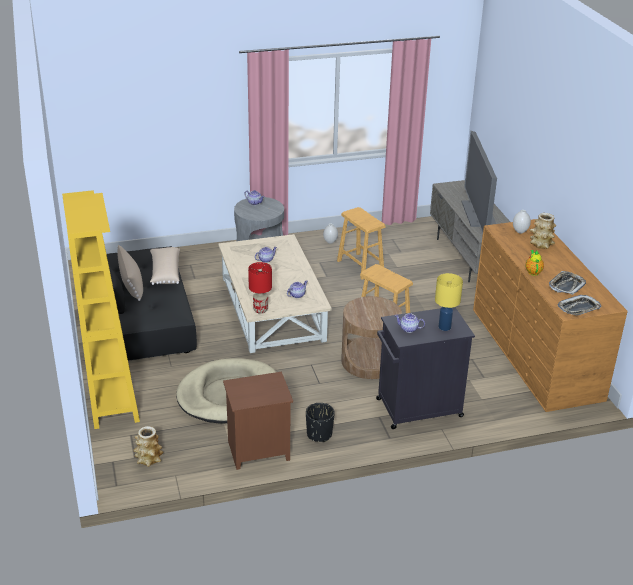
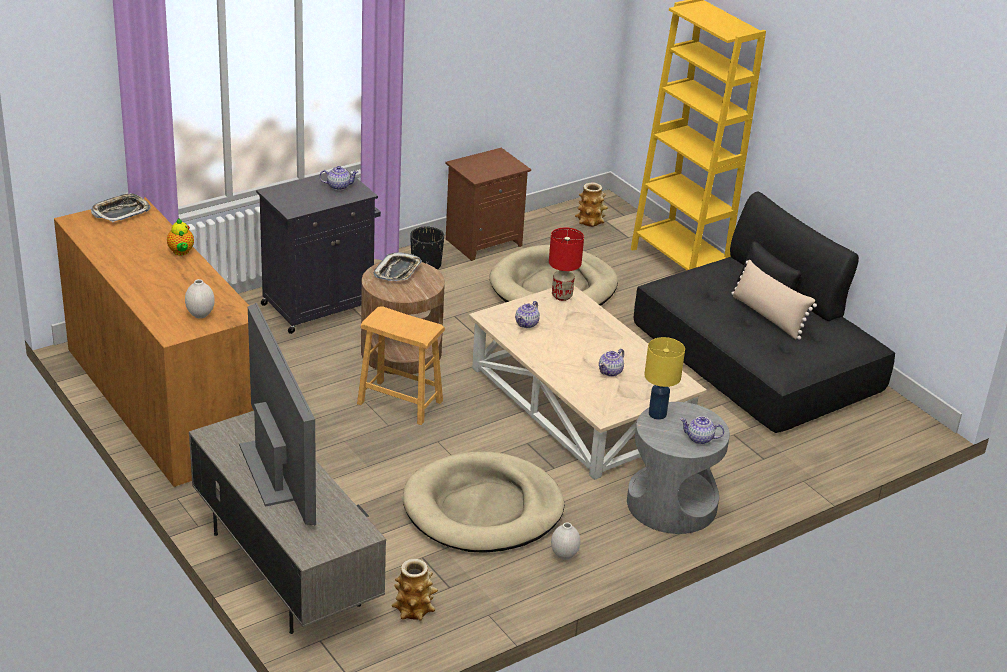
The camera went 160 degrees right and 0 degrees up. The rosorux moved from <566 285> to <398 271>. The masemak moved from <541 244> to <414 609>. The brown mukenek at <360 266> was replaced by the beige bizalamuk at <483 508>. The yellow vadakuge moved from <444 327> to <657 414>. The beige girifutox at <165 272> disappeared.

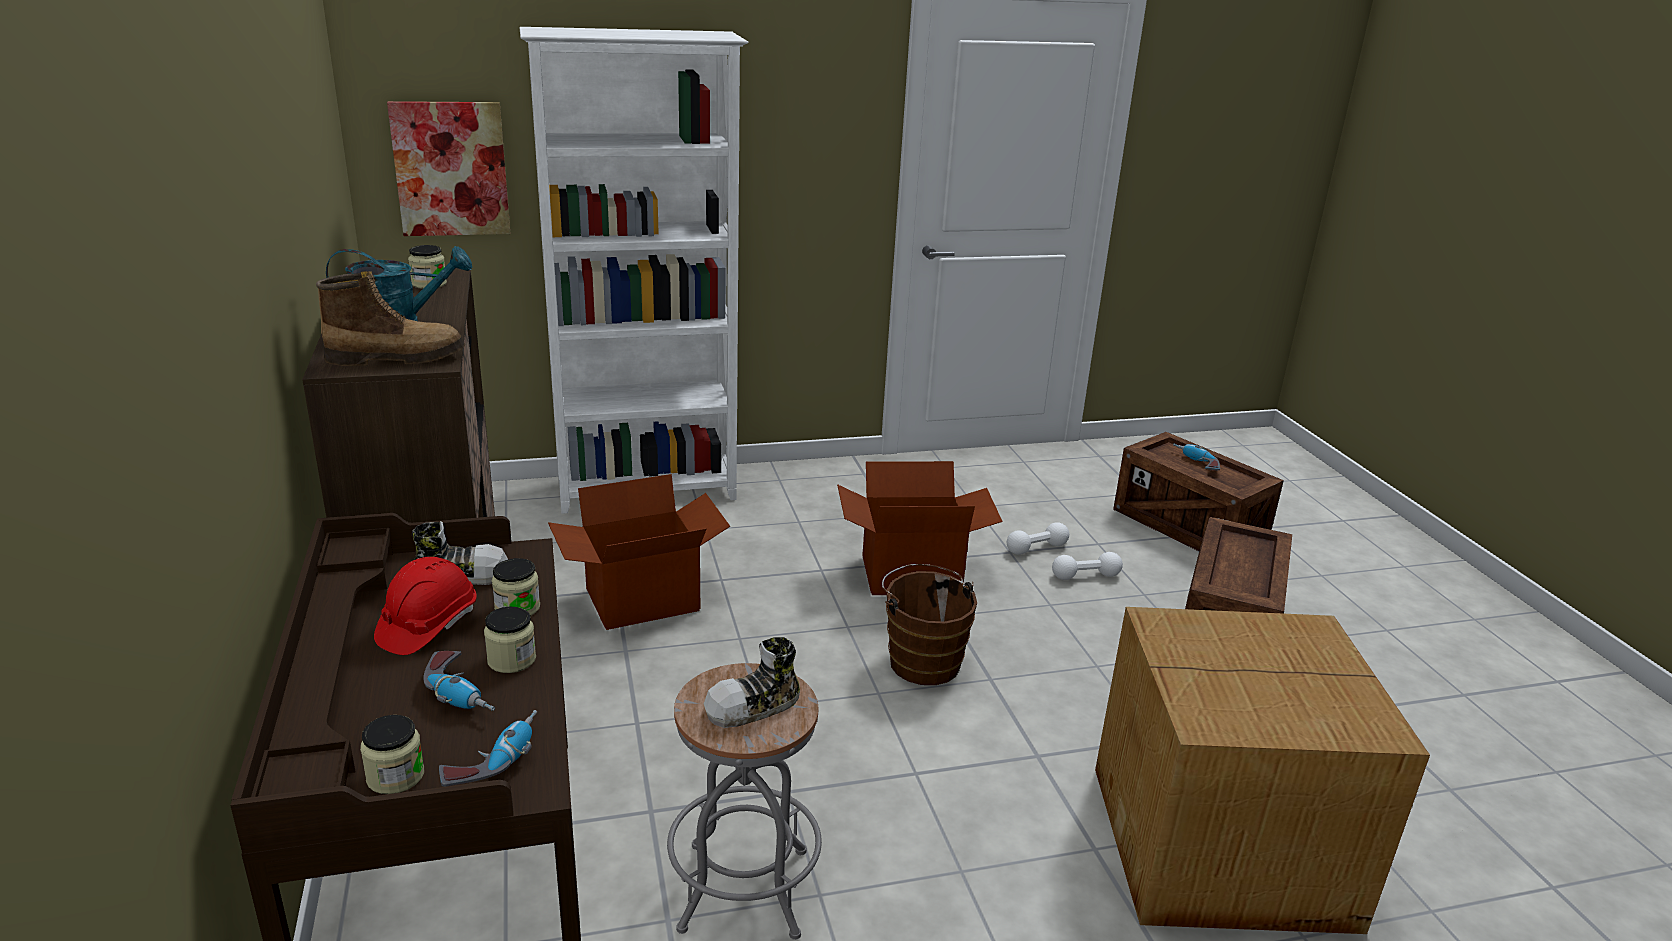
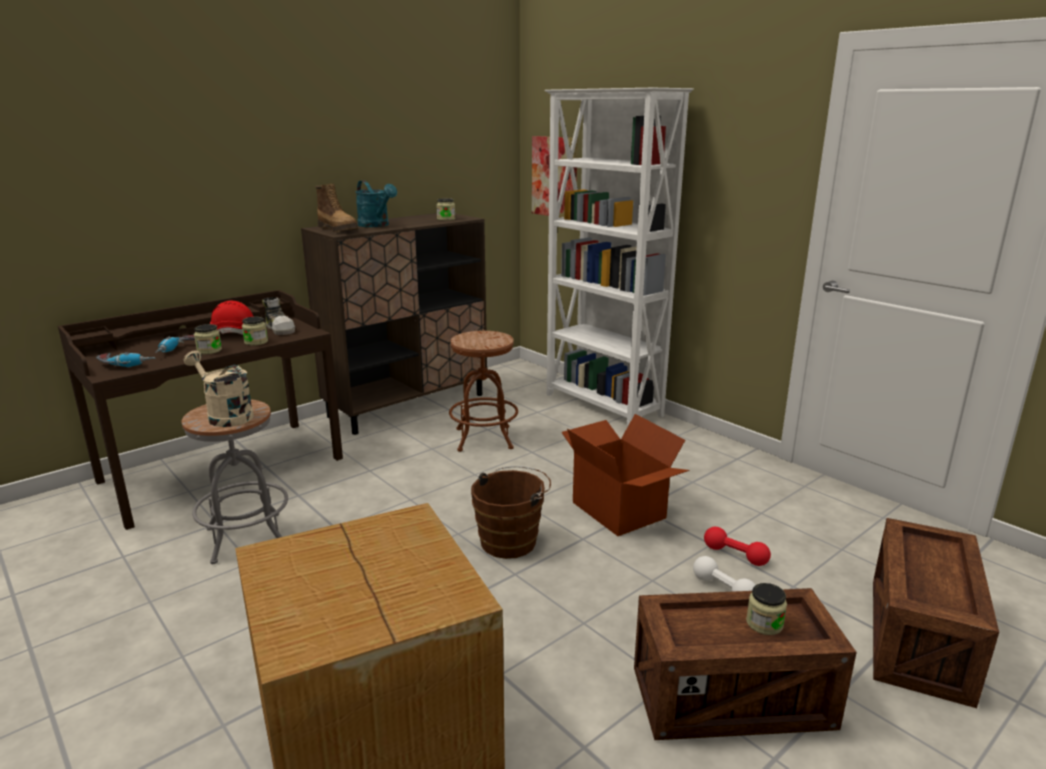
The camera went 65 degrees right and 5 degrees down. The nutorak at <754 706> was replaced by the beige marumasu at <225 415>. The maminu at <643 601> was replaced by the brown mukenek at <484 438>. The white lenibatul at <1036 548> became the red lenibatul at <735 555>. The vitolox moved from <395 776> to <764 623>. The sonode at <1195 463> disappeared.

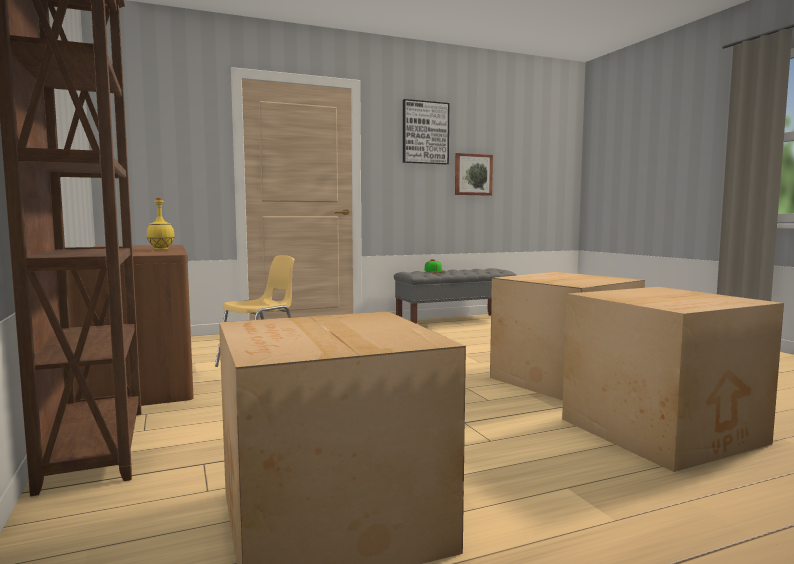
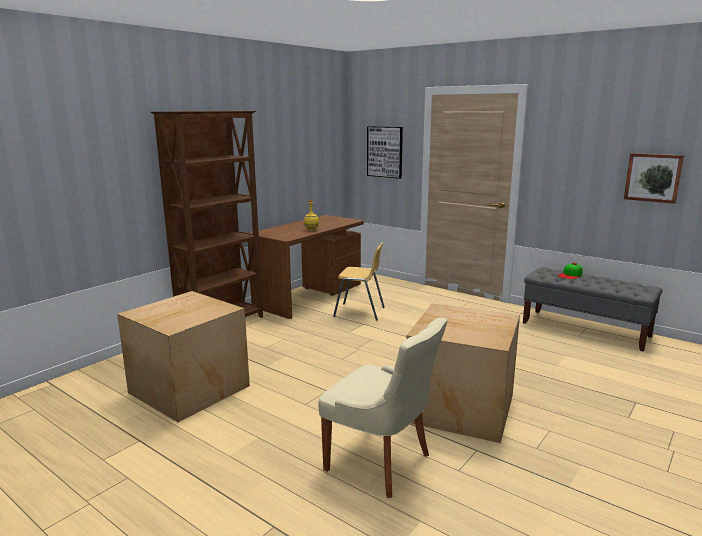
The camera went 60 degrees right and 10 degrees up. The maminu at <664 431> was replaced by the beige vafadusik at <381 463>. The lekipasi moved from <425 132> to <385 152>.

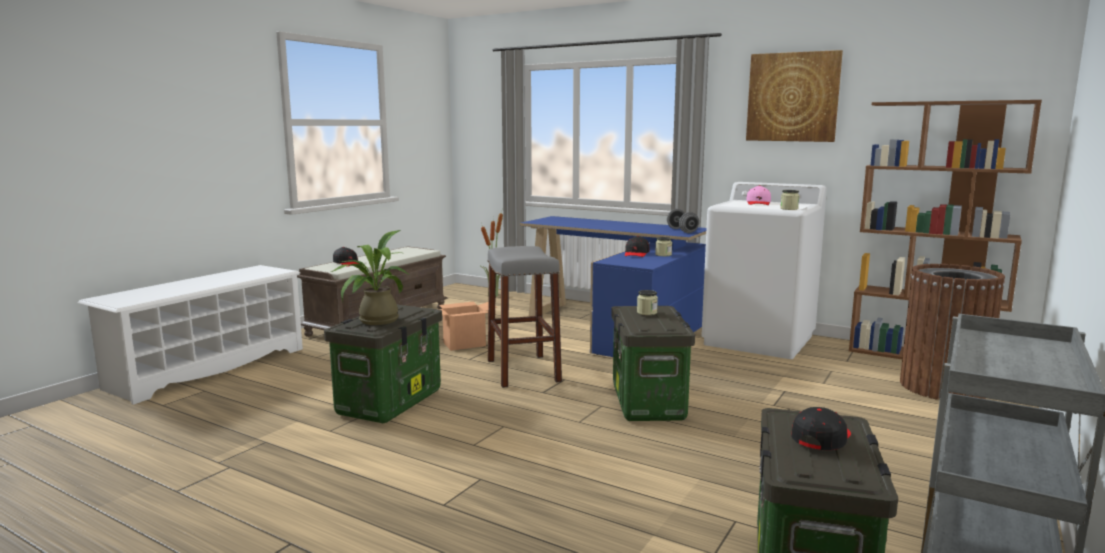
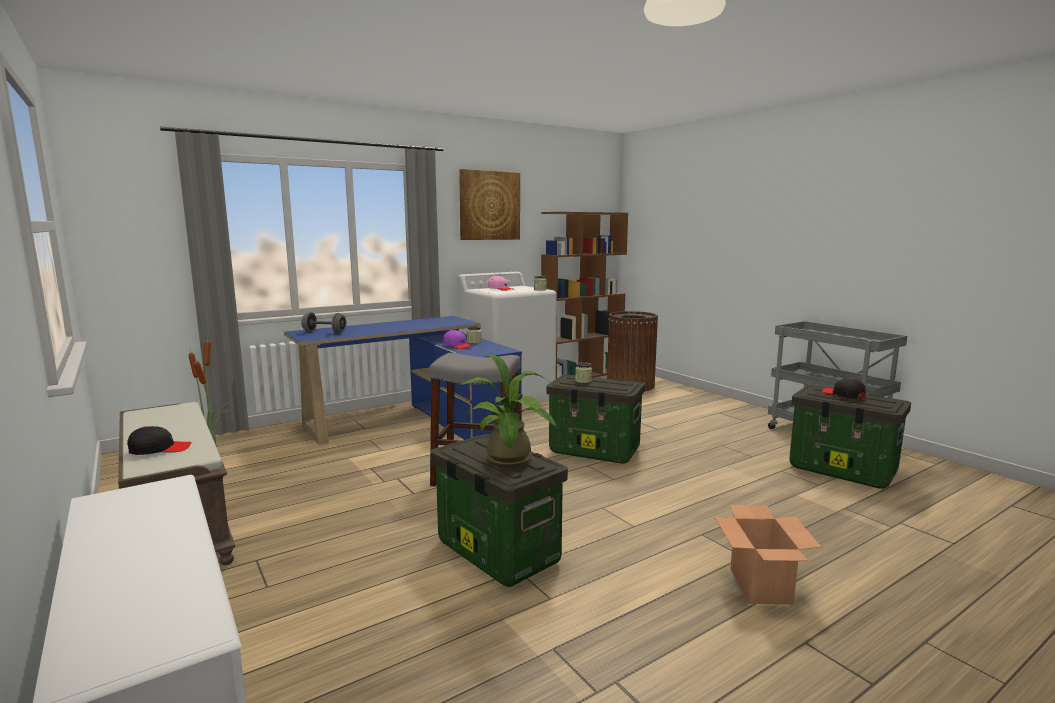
The camera went 65 degrees left and 0 degrees up. The grey lenibatul moved from <682 231> to <324 332>. The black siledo at <636 253> became the purple siledo at <458 345>. The maminu moved from <464 344> to <761 586>.

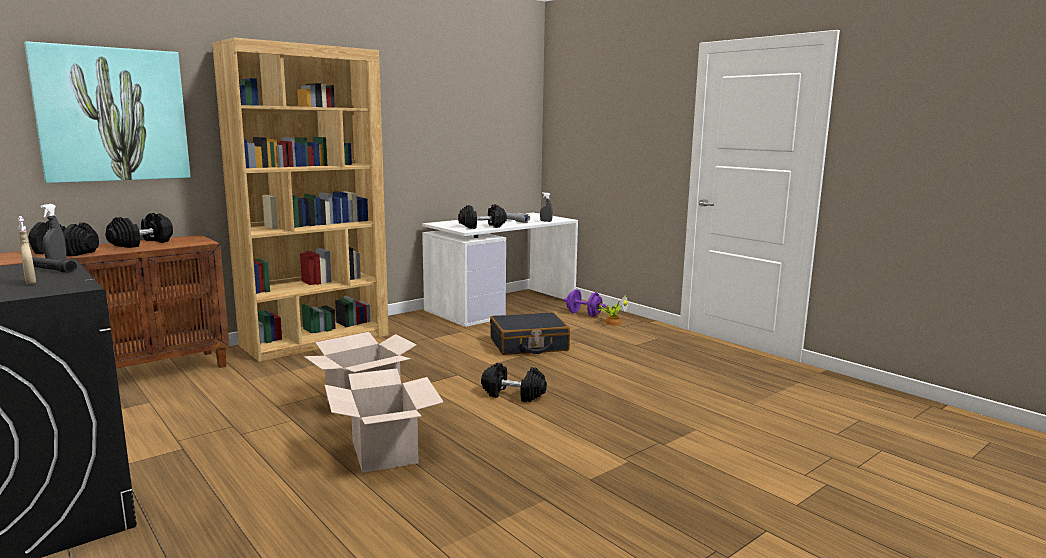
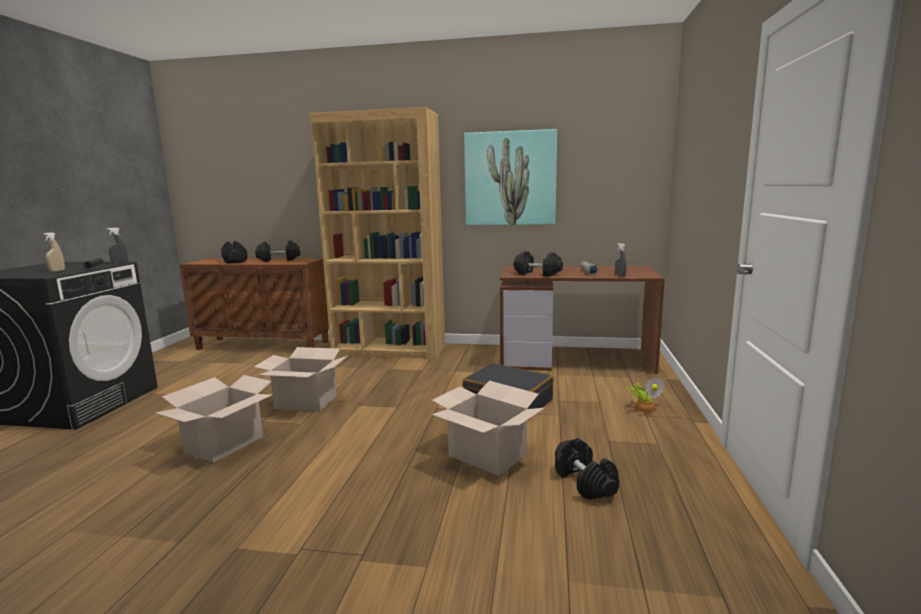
The camera went 50 degrees right and 0 degrees up. The maminu at <488 455> appeared. The lekipasi moved from <112 115> to <510 178>. The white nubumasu at <501 305> became the brown nubumasu at <576 358>. The black lenibatul moved from <513 394> to <584 482>. The purple lenibatul at <583 314> disappeared.

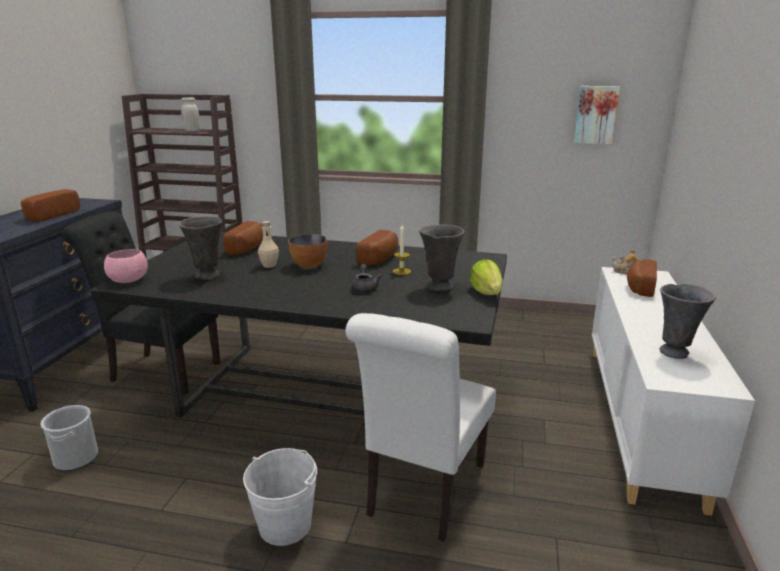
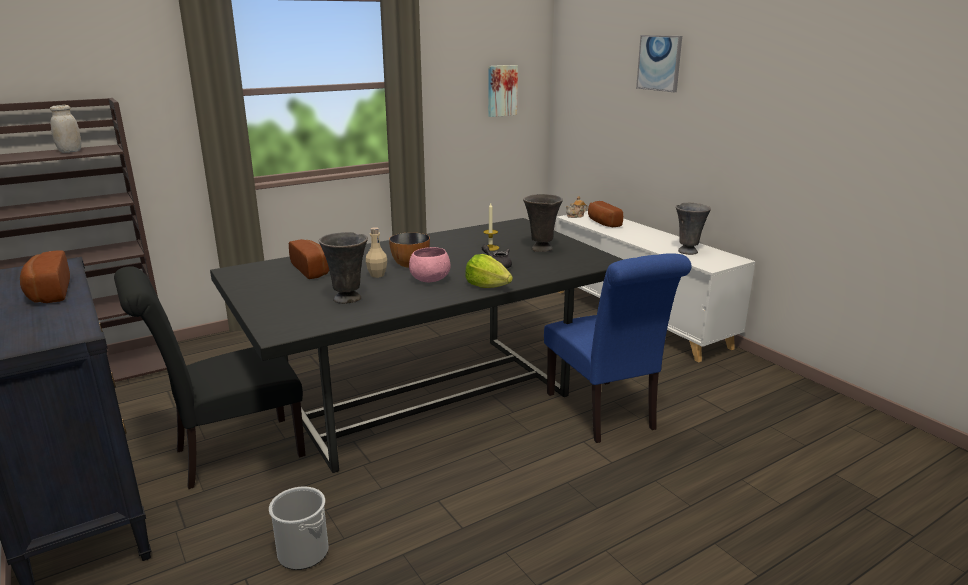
The camera went 45 degrees left and 0 degrees up. The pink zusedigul moved from <129 280> to <429 279>. The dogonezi moved from <487 293> to <487 286>. The white vafadusik at <423 493> became the blue vafadusik at <604 414>. The lekipasi at <659 63> appeared. The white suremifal at <285 525> disappeared. The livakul at <380 258> disappeared.

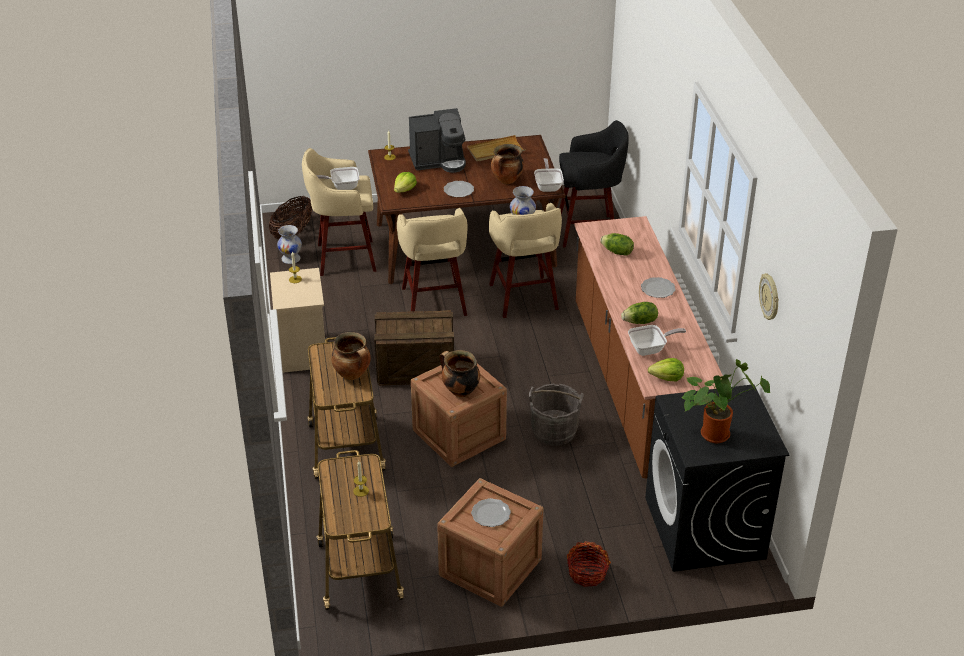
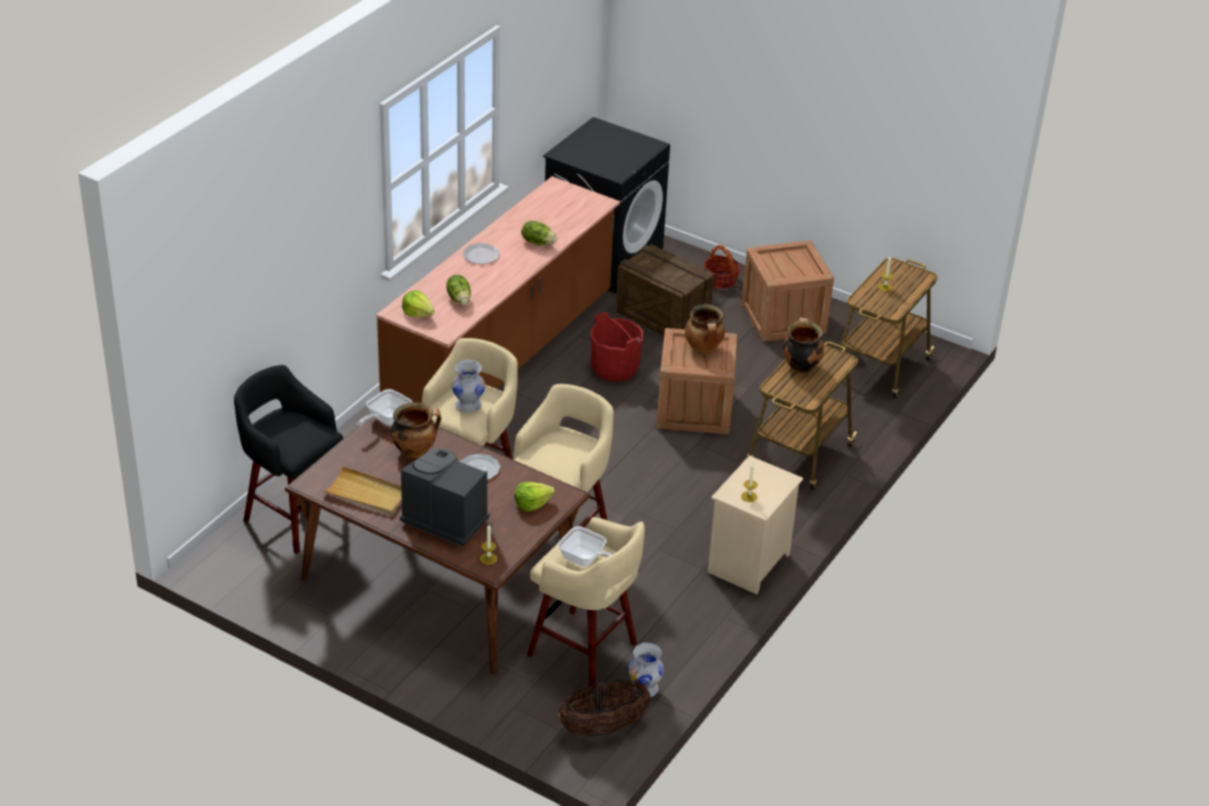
The camera went 140 degrees left and 0 degrees up. The dogonezi moved from <667 378> to <418 313>. The grey suremifal at <554 431> became the red suremifal at <615 368>. The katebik moved from <415 369> to <663 317>. The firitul at <491 513> disappeared. The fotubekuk at <650 349> disappeared. The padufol at <717 433> disappeared. The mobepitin at <770 297> disappeared.

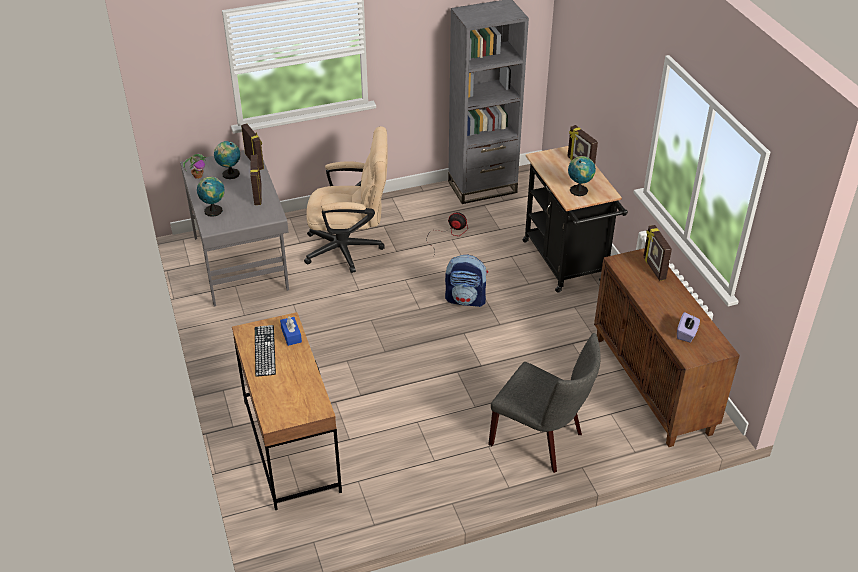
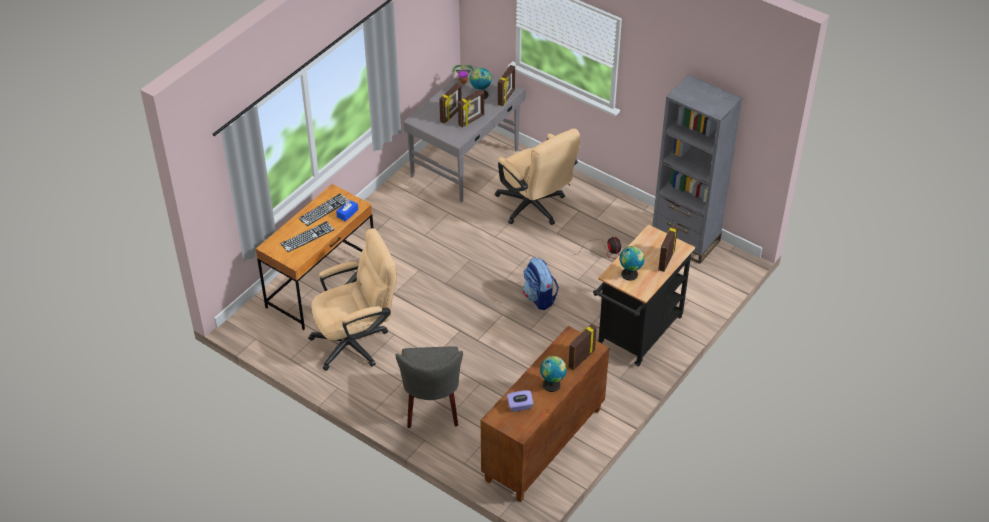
The camera went 55 degrees right and 5 degrees up. The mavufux at <307 236> appeared. The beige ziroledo at <357 341> appeared. The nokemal at <451 115> appeared. The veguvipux moved from <214 210> to <552 384>.

